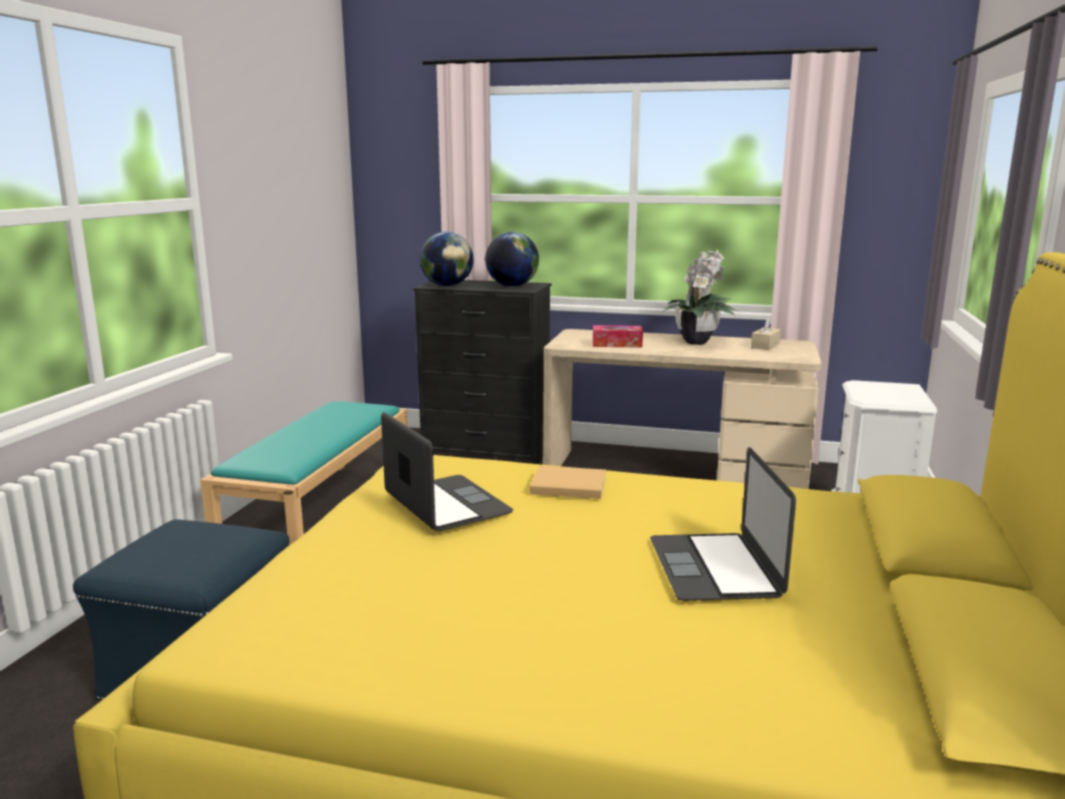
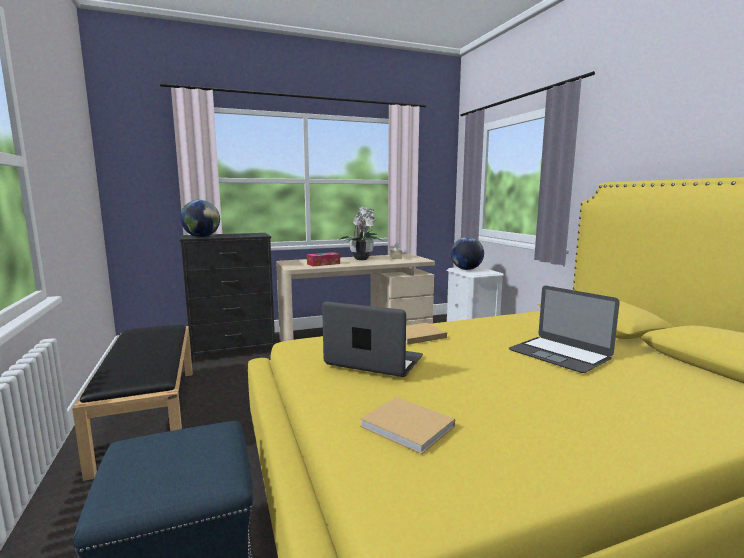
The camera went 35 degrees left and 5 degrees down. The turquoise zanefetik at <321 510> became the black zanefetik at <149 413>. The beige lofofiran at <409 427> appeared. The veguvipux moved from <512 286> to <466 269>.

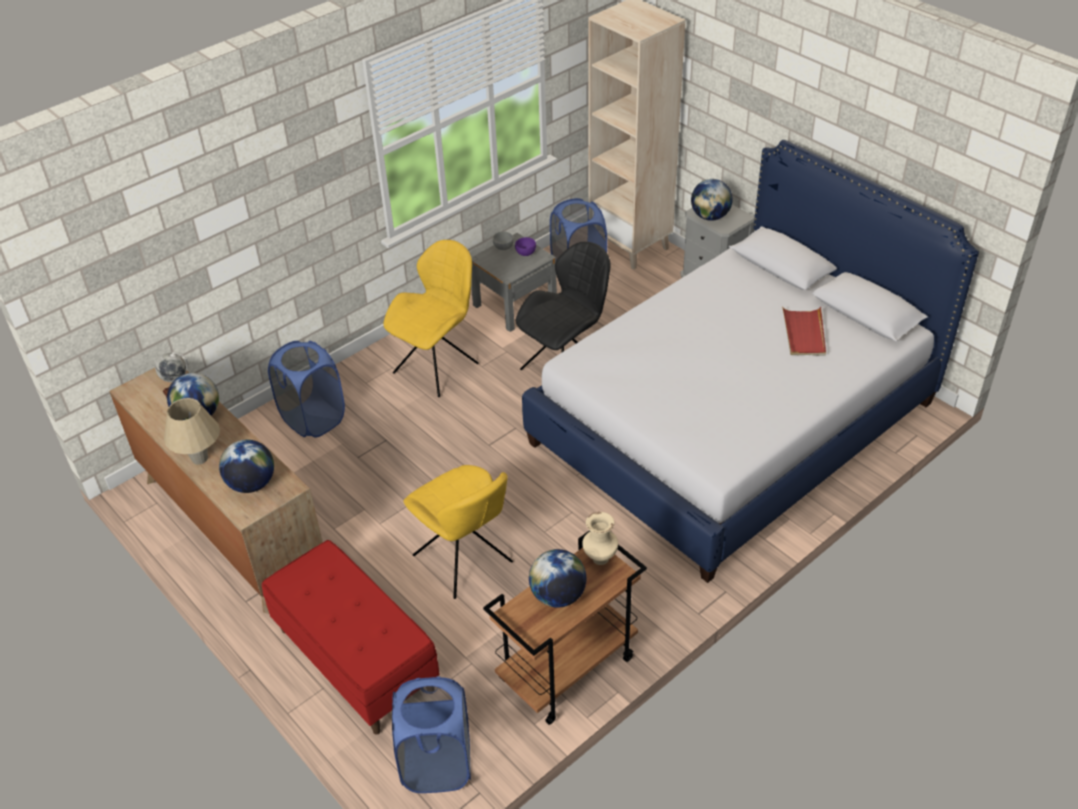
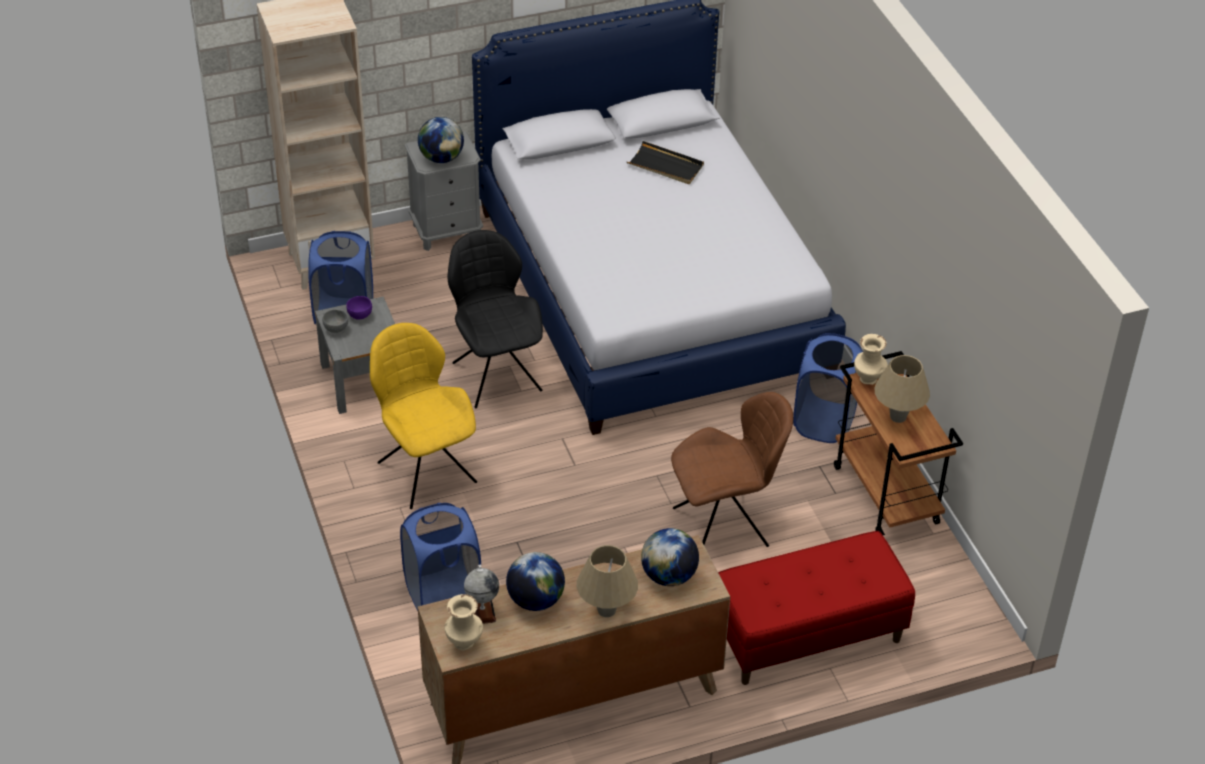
The camera went 70 degrees left and 0 degrees up. The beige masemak at <465 643> appeared. The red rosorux at <804 333> became the black rosorux at <665 166>. The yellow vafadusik at <464 561> became the brown vafadusik at <724 526>. The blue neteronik moved from <437 764> to <824 422>. The veguvipux at <558 595> was replaced by the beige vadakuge at <898 417>.

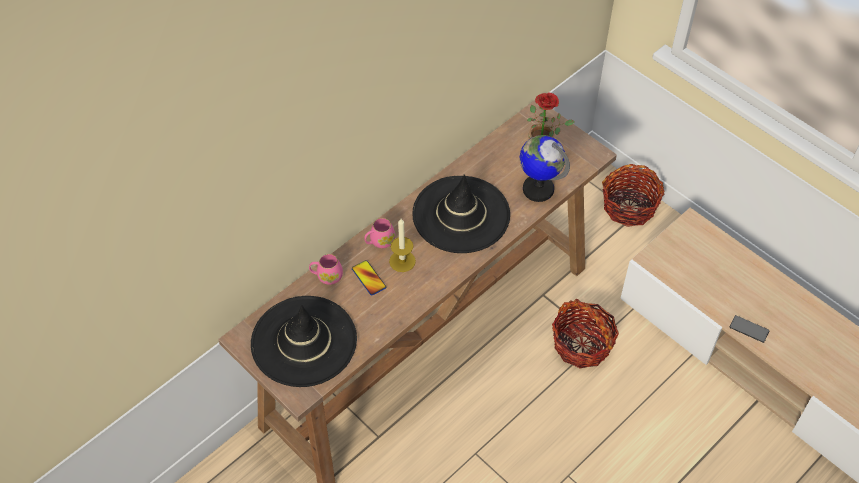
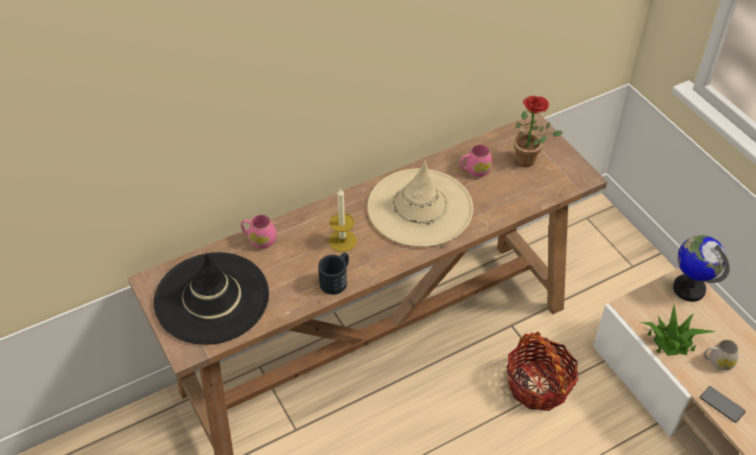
The camera went 15 degrees right and 5 degrees down. The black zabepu at <336 279> appeared. The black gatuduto at <461 215> became the beige gatuduto at <419 208>. The pink zabepu moved from <379 242> to <475 170>. The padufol at <671 340> appeared. The veguvipux moved from <538 189> to <689 288>. The white zabepu at <717 362> appeared. The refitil at <369 278> disappeared. The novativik at <629 207> disappeared.

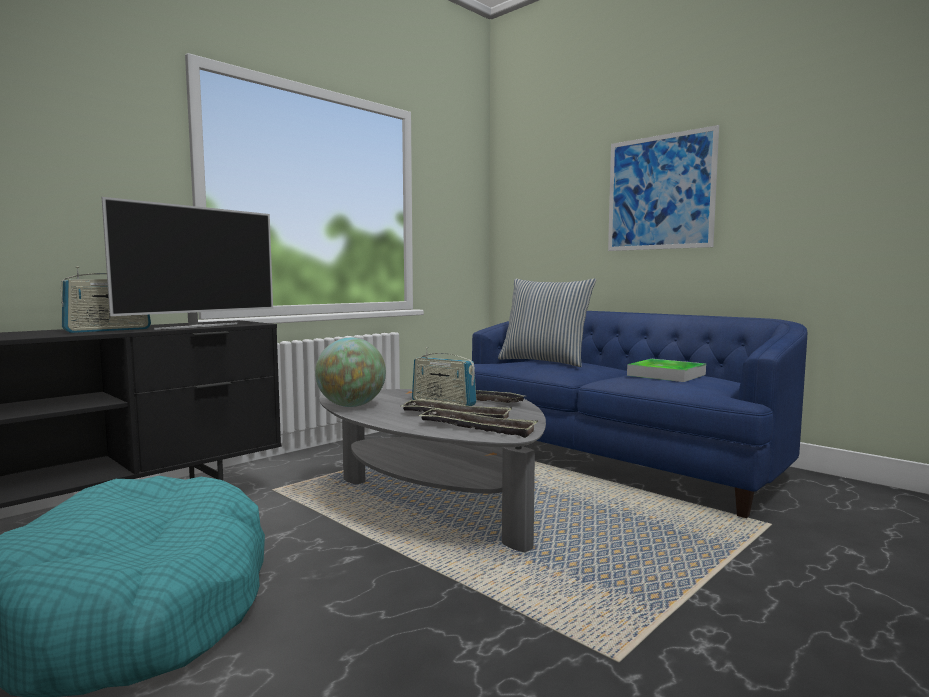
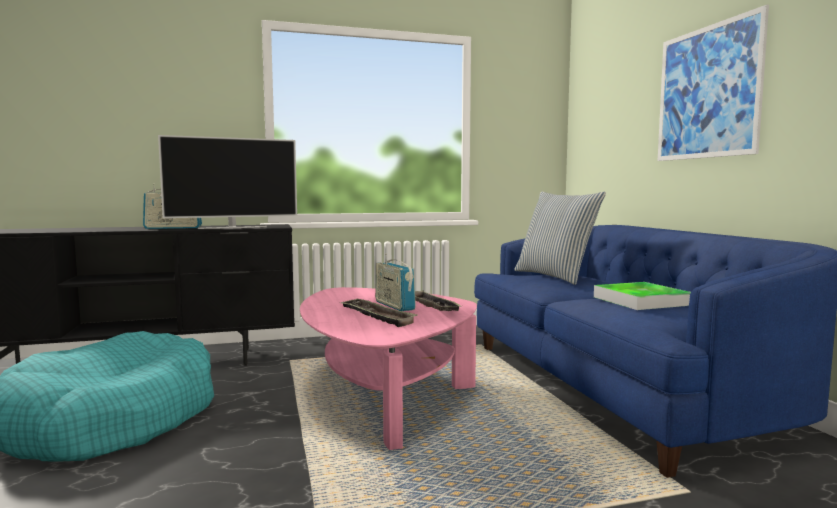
The camera went 30 degrees right and 0 degrees up. The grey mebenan at <436 505> became the pink mebenan at <382 395>. The veguvipux at <351 406> disappeared. The rosorux at <476 428> disappeared.

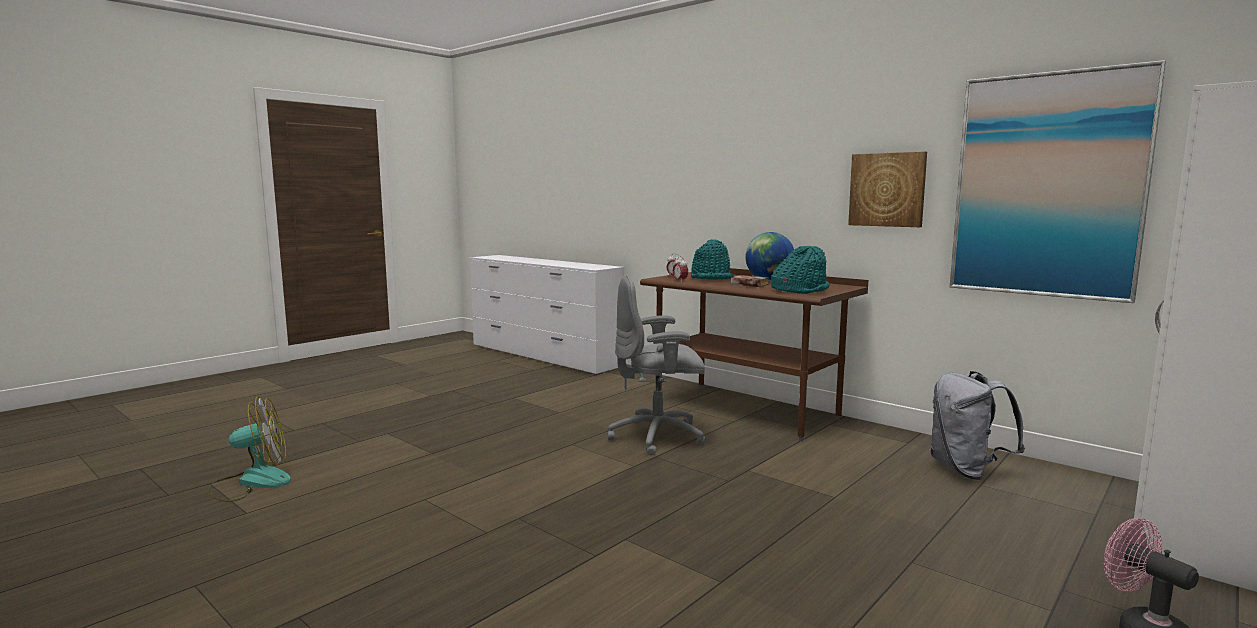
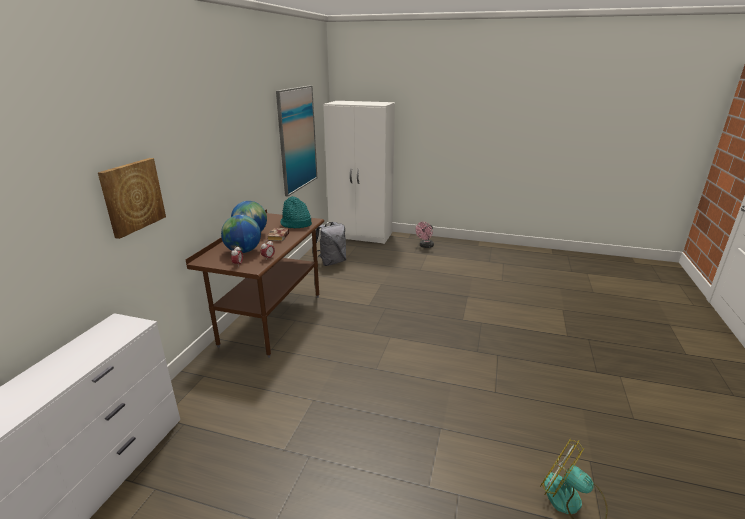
The camera went 115 degrees left and 15 degrees up. The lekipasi moved from <887 189> to <132 196>. The turquoise gatuduto at <711 278> was replaced by the veguvipux at <243 251>. The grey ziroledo at <659 437> disappeared.

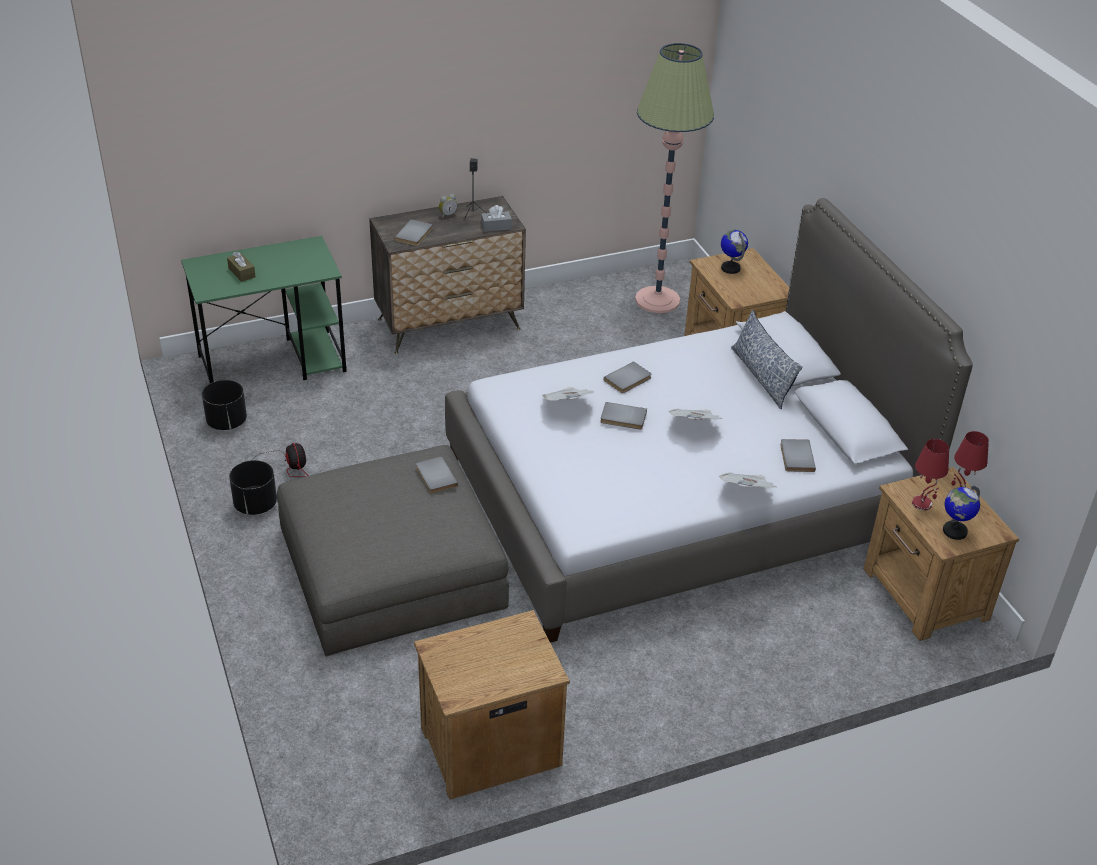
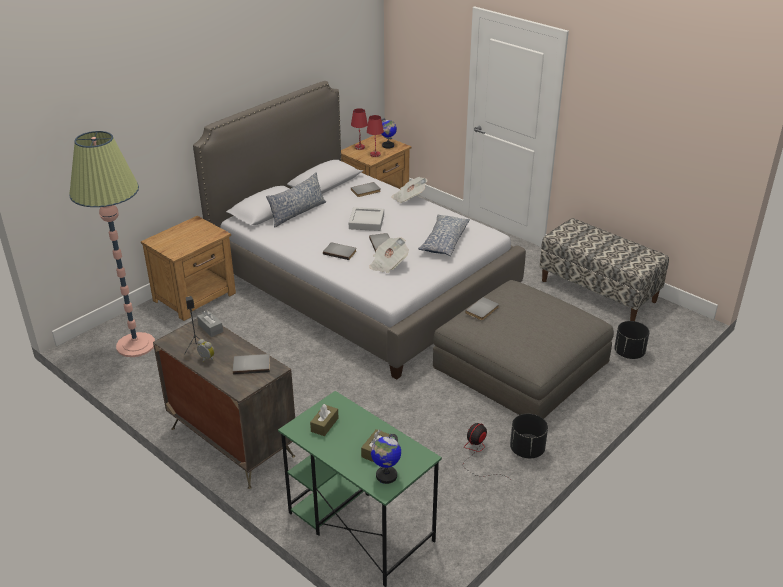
The camera went 115 degrees left and 5 degrees down. The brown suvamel at <324 425> appeared. The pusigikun at <694 425> was replaced by the grey rosorux at <366 222>. The veguvipux moved from <730 268> to <386 475>. The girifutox at <443 241> appeared. The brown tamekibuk at <488 746> was replaced by the zanefetik at <598 291>. The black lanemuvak moved from <226 422> to <629 353>.

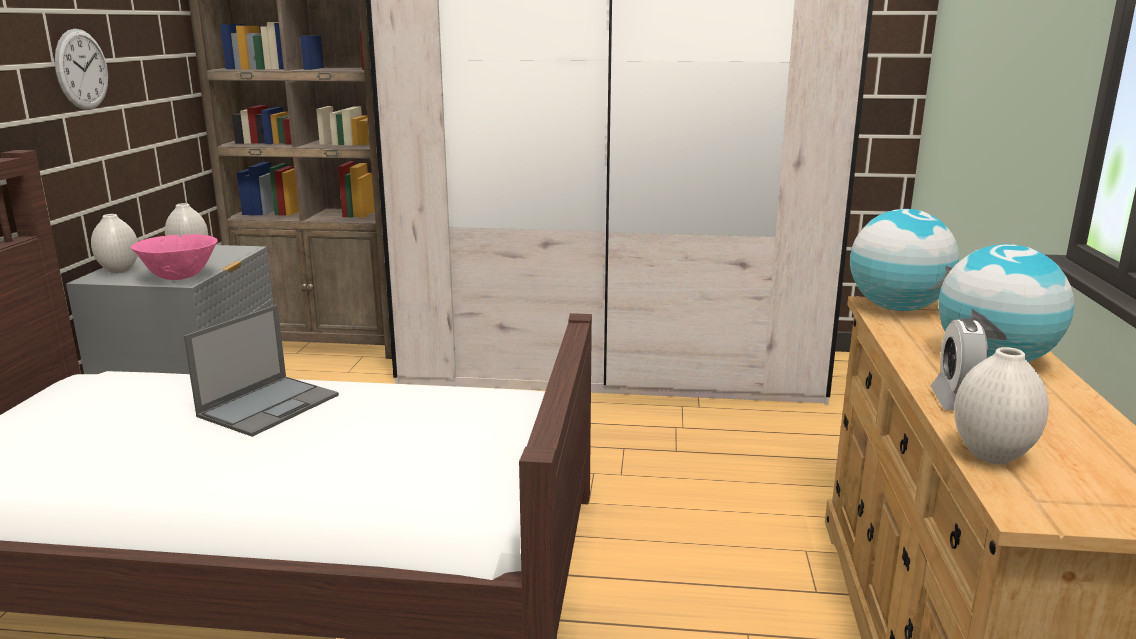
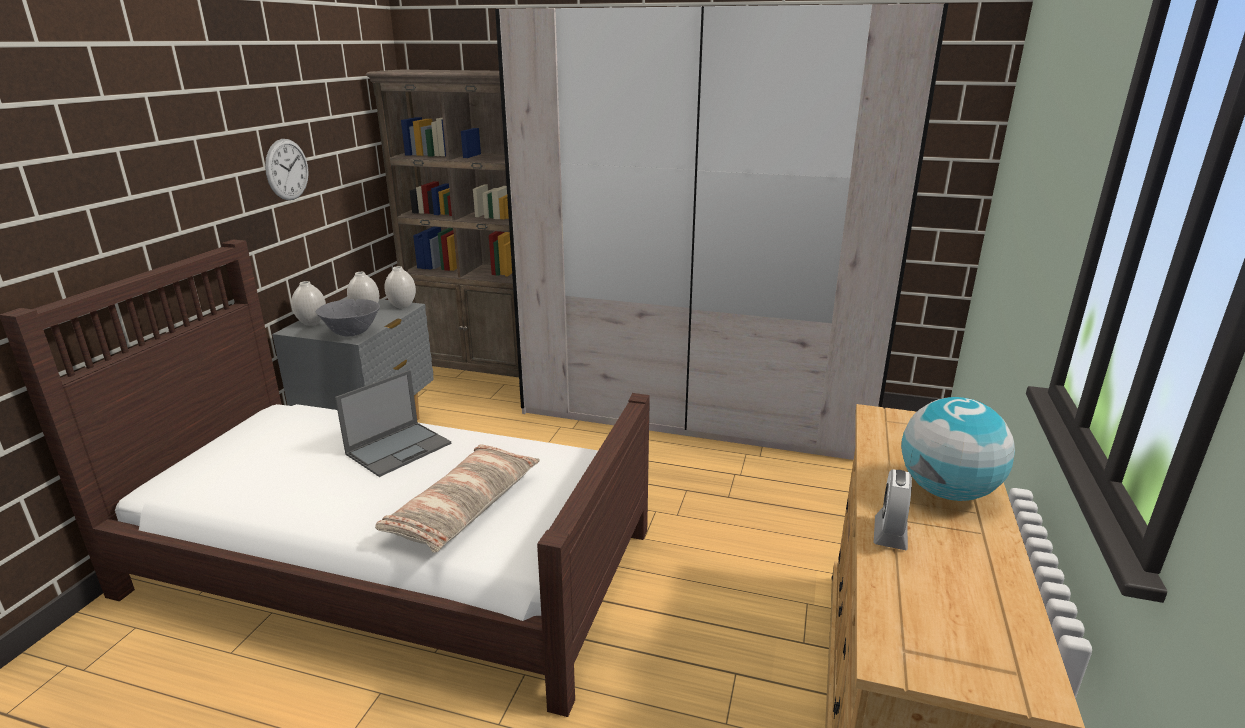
The camera went 10 degrees right and 5 degrees up. The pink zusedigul at <179 278> became the grey zusedigul at <351 334>. The girifutox at <464 508> appeared. The white masemak moved from <991 456> to <402 306>. The veguvipux at <896 308> disappeared.

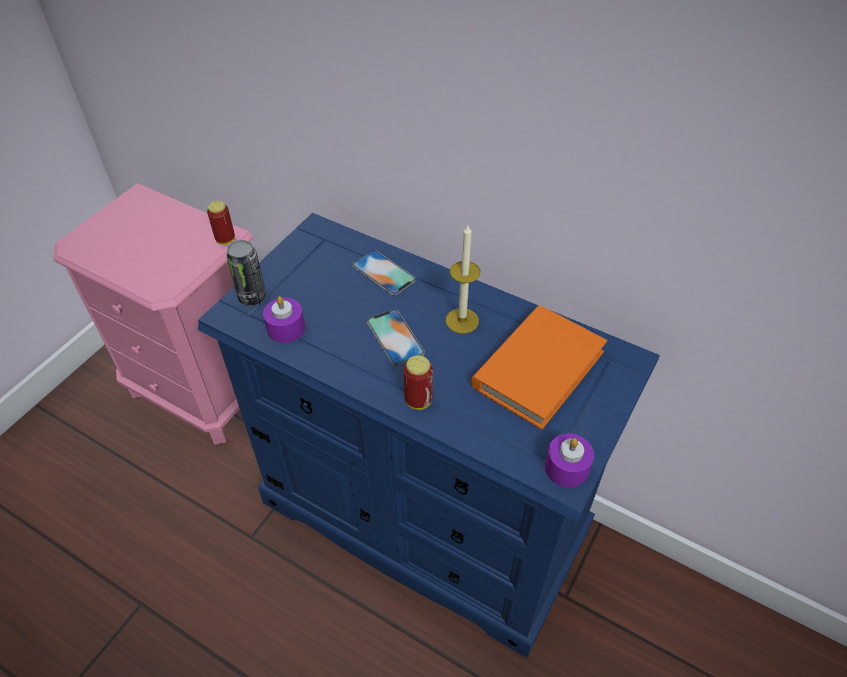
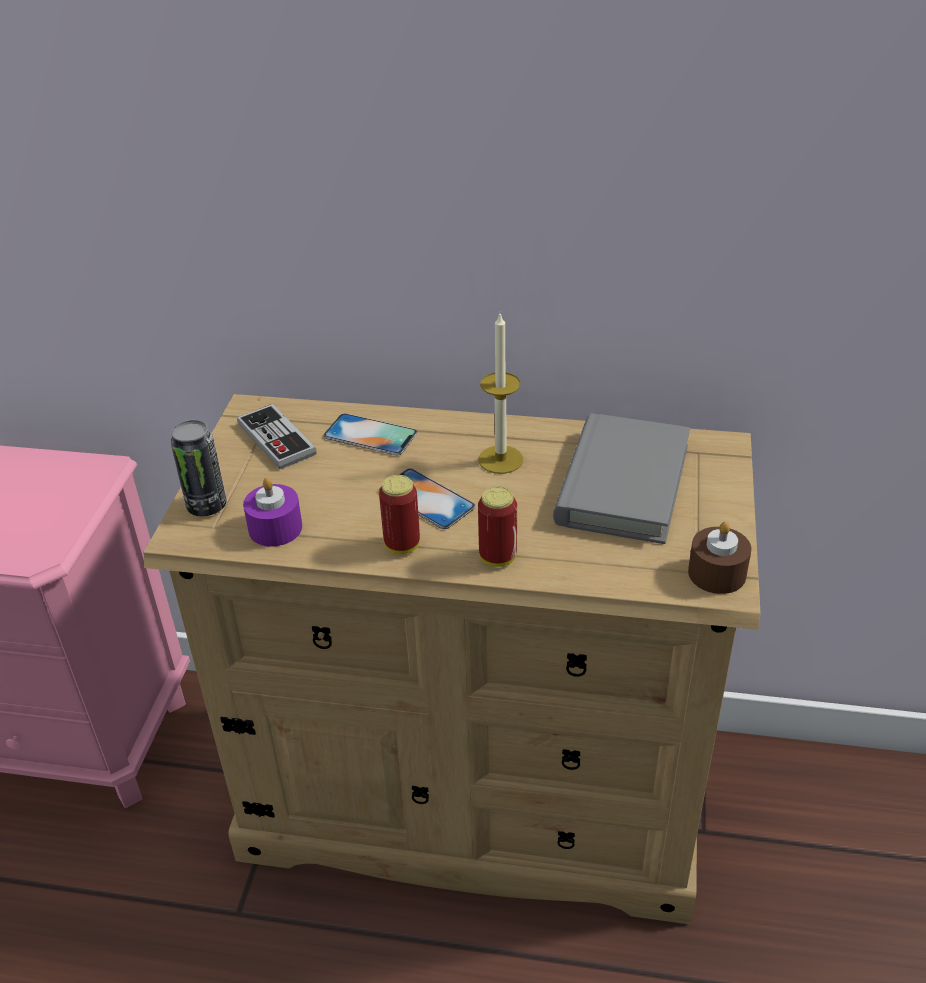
The camera went 20 degrees left and 10 degrees down. The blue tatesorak at <424 517> became the beige tatesorak at <474 799>. The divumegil at <276 439> appeared. The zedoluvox moved from <225 240> to <402 545>. The orange lofofiran at <538 369> became the grey lofofiran at <622 484>. The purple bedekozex at <566 468> became the brown bedekozex at <717 573>.

